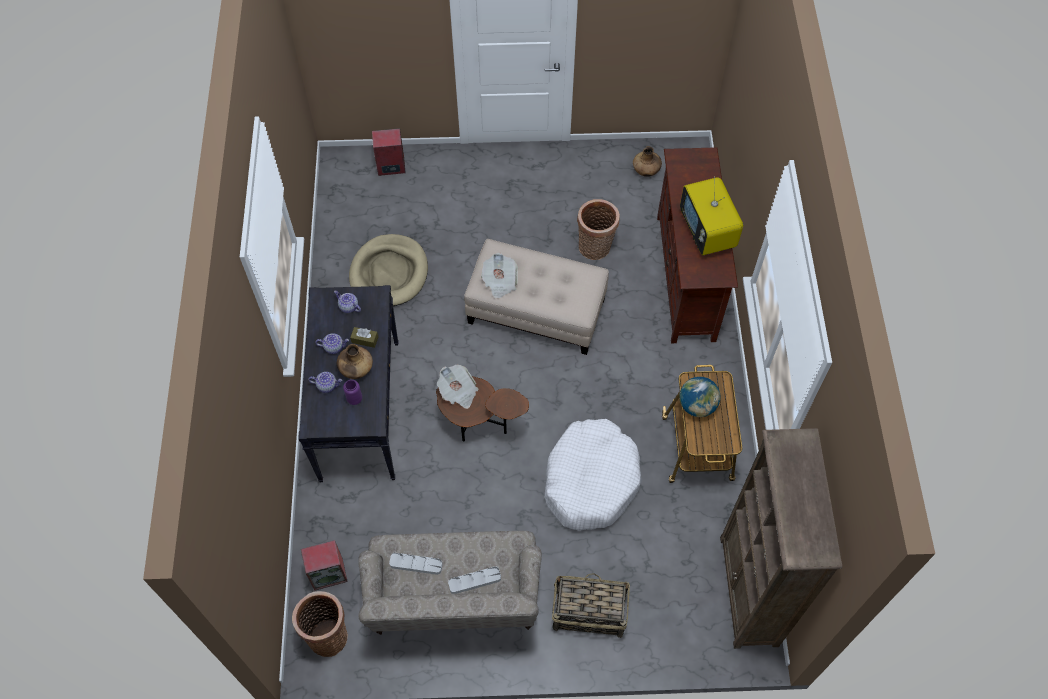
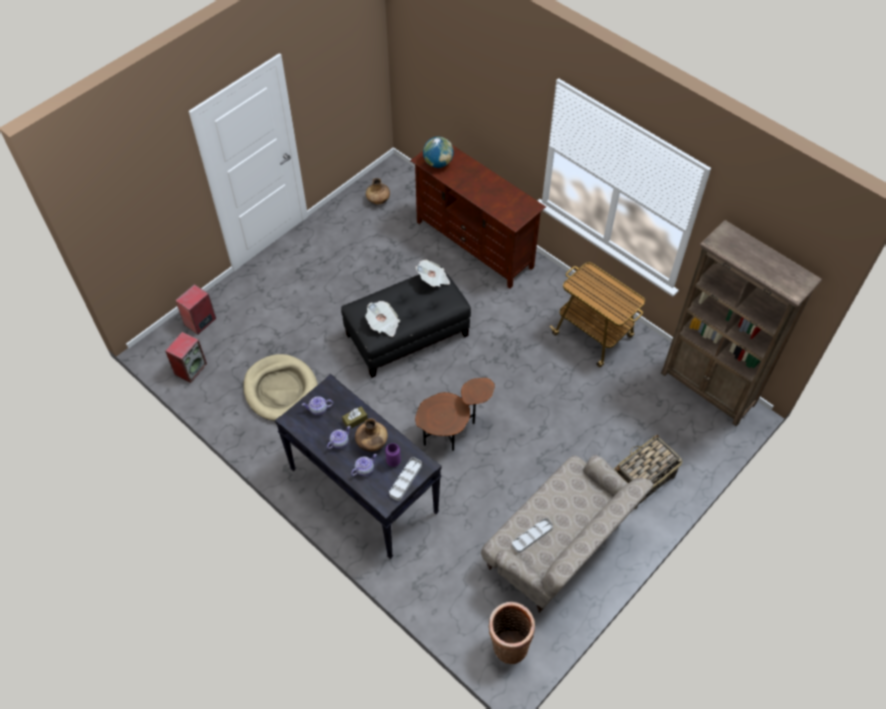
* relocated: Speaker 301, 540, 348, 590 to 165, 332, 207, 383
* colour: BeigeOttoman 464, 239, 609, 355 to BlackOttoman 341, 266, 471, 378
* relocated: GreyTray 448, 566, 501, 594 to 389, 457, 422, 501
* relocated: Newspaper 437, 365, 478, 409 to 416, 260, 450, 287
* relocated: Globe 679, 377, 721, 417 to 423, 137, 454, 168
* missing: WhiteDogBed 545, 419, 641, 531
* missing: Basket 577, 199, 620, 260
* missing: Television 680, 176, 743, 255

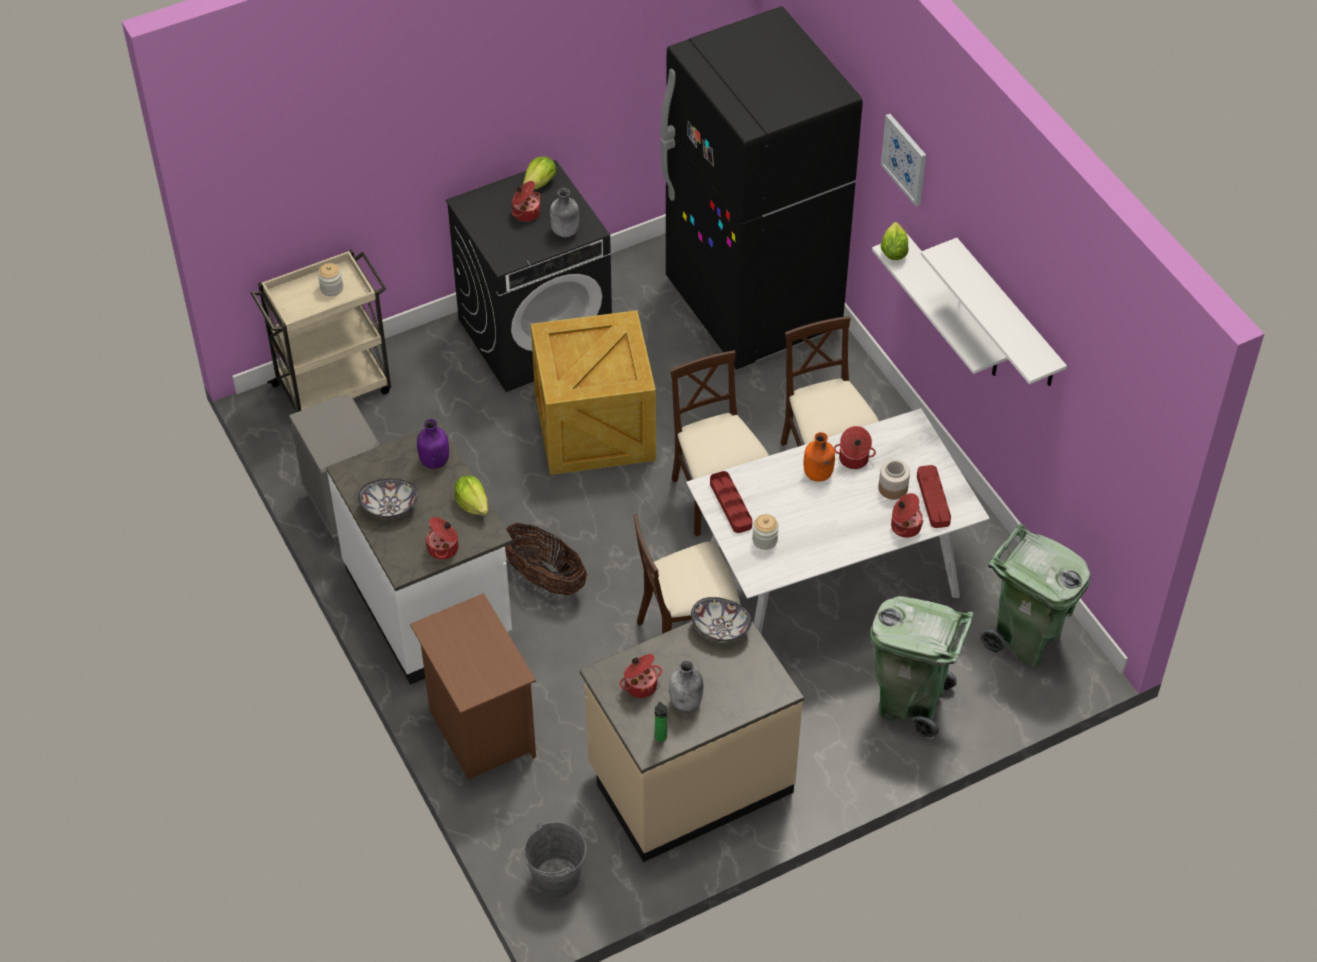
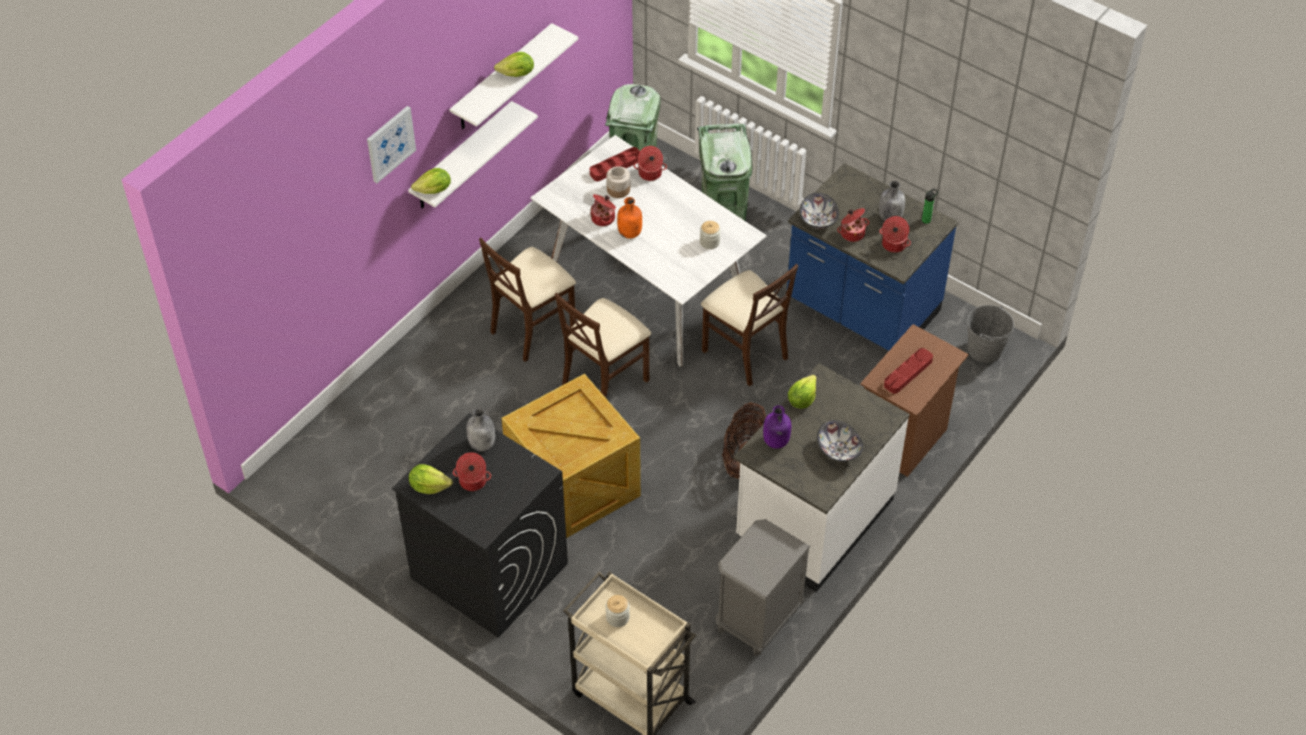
* appeared: Lettuce 494, 52, 534, 77
* colour: BeigeCounter 580, 601, 804, 862 to BlueCounter 787, 163, 958, 351
* relocated: CookingPot 425, 517, 458, 560 to 837, 208, 869, 242
* relocated: RedTray 710, 471, 752, 533 to 884, 348, 933, 394
* missing: BlackFridge 660, 6, 863, 369

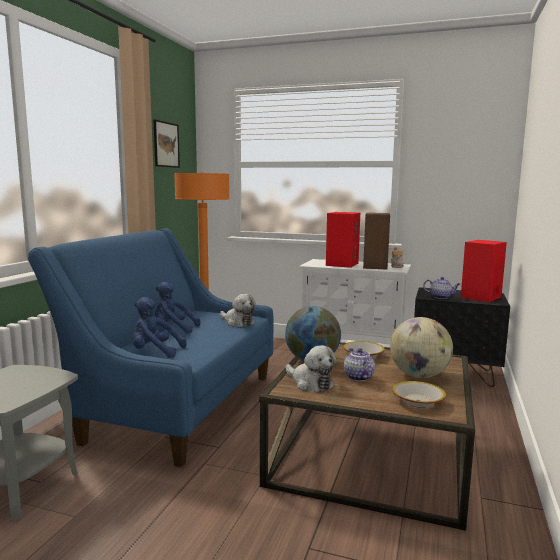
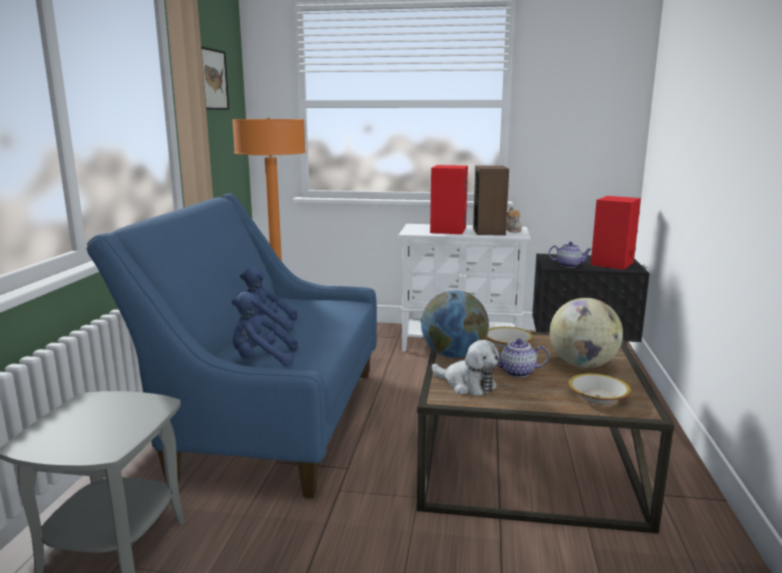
* spun: Teapot 344, 348, 375, 381 = 497, 339, 549, 377 60 degrees counterclockwise
* missing: PlushToy 220, 294, 256, 327

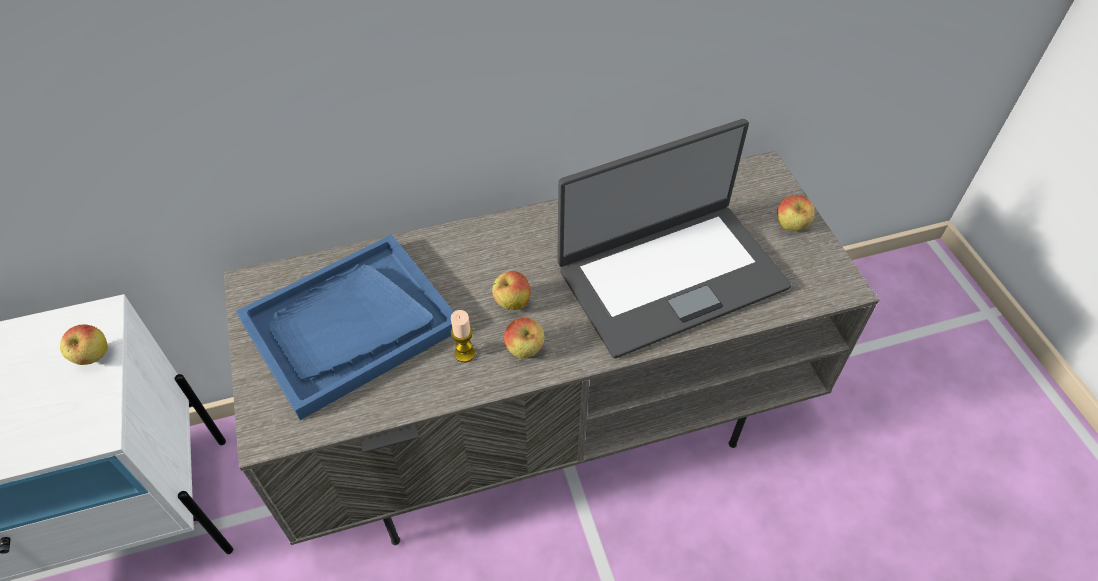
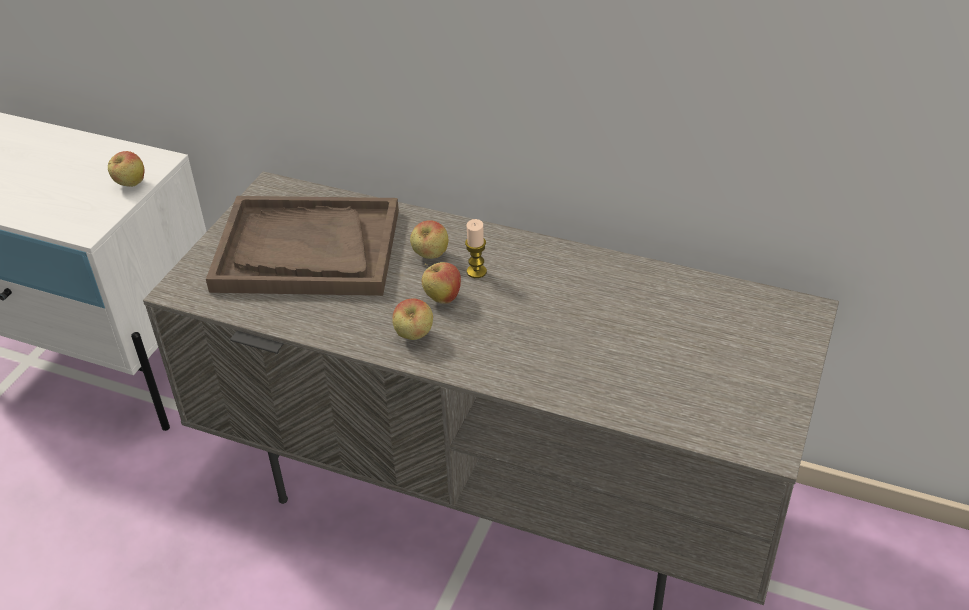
* colour: BlueTray 236, 234, 454, 420 to BrownTray 206, 196, 399, 296
* relocated: Apple 777, 195, 815, 231 to 410, 220, 449, 259
* relocated: Candle 451, 310, 475, 362 to 465, 219, 487, 278
* missing: Laptop 557, 119, 792, 359

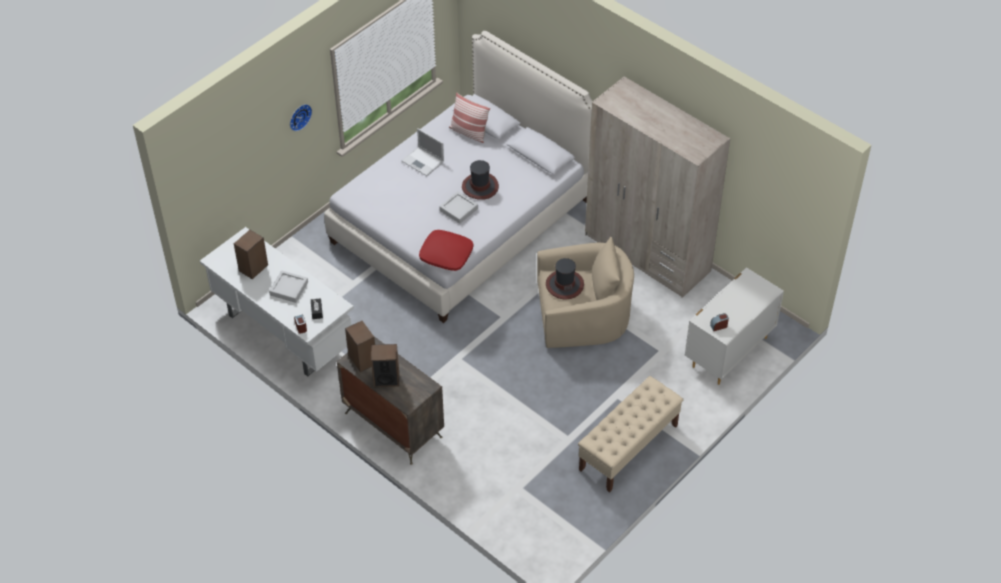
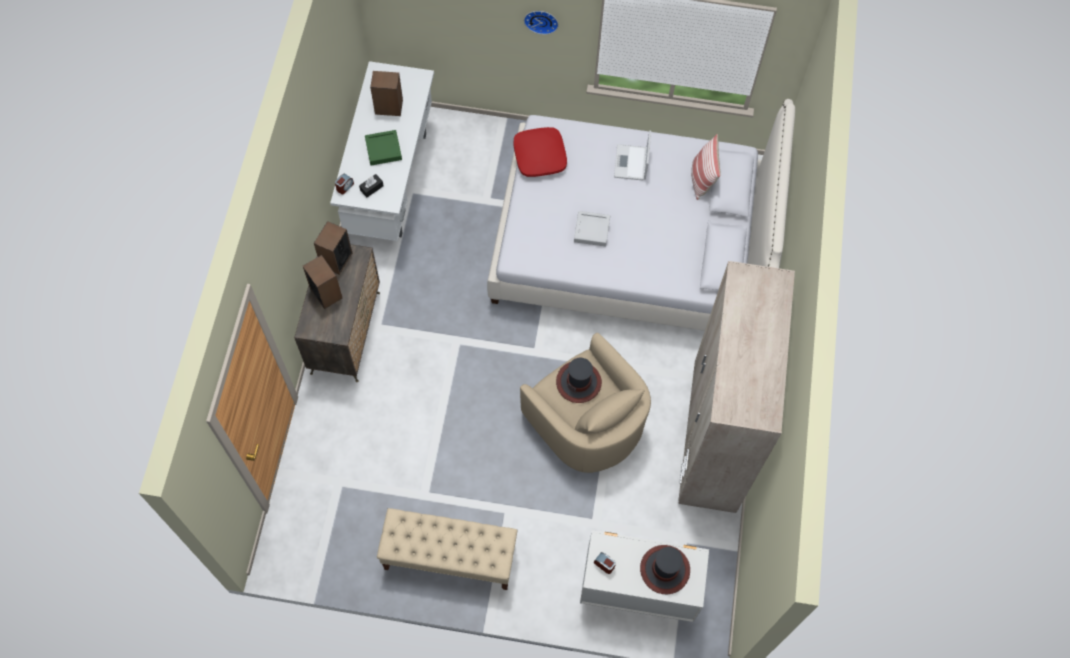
* colour: GreyTray 269, 271, 308, 303 to GreenTray 365, 130, 402, 165
* relocated: RedPillow 419, 230, 474, 271 to 513, 127, 567, 177
* relocated: Hat 462, 160, 499, 200 to 640, 545, 690, 594

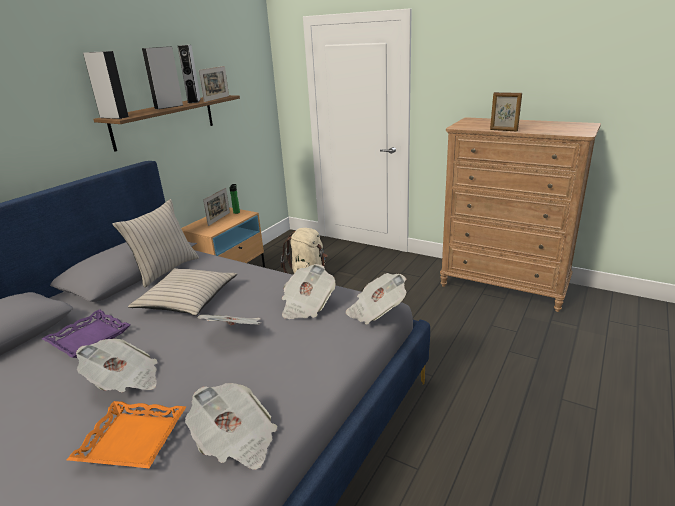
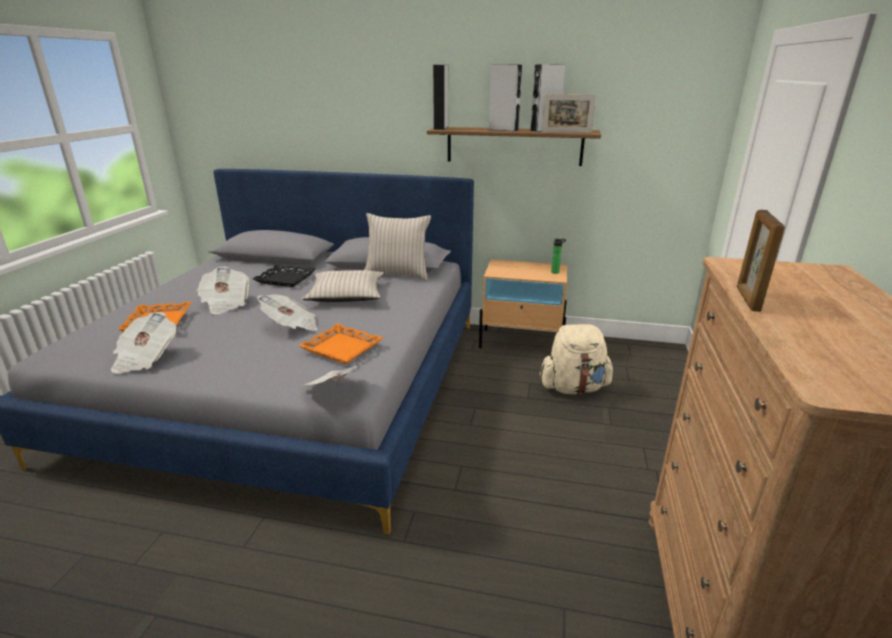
* colour: PurpleTray 42, 310, 131, 358 to BlackTray 252, 264, 316, 287
* exchanged: Newspaper 282, 264, 336, 319 to OrangeTray 298, 323, 384, 364
* missing: PictureFrame 203, 188, 230, 226

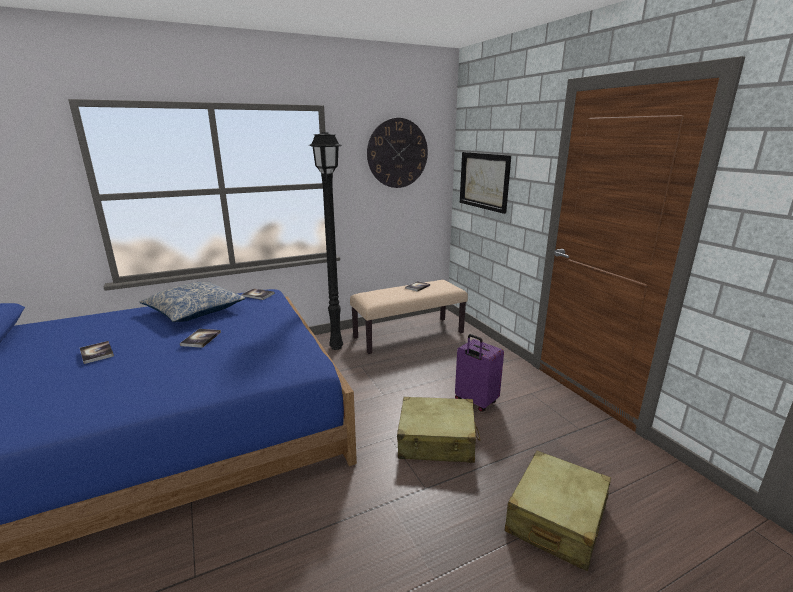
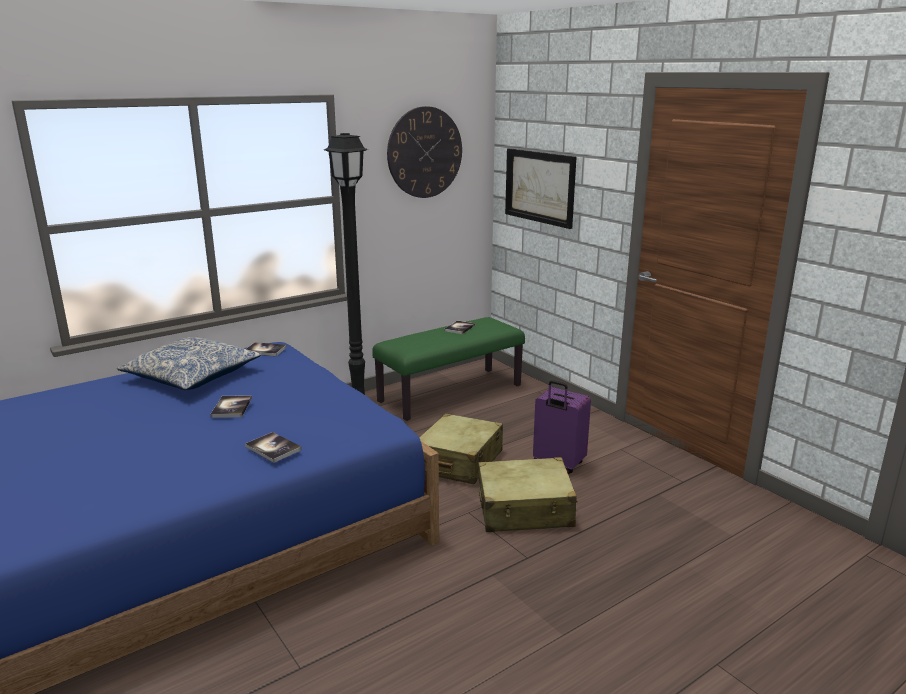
* relocated: Book 80, 341, 114, 364 to 245, 432, 301, 463
* colour: BeigeBench 350, 280, 468, 354 to GreenBench 372, 317, 525, 421
* relocated: BeigeSuitcase 505, 451, 611, 571 to 419, 413, 503, 484

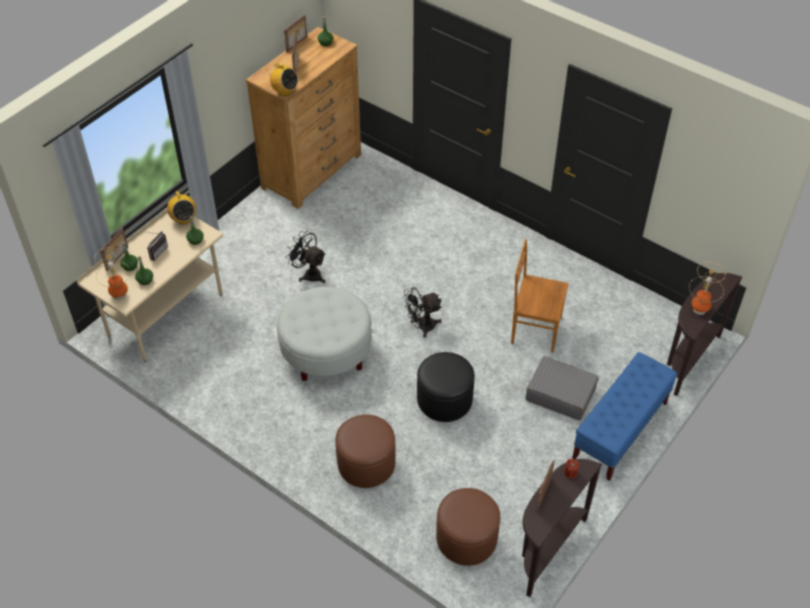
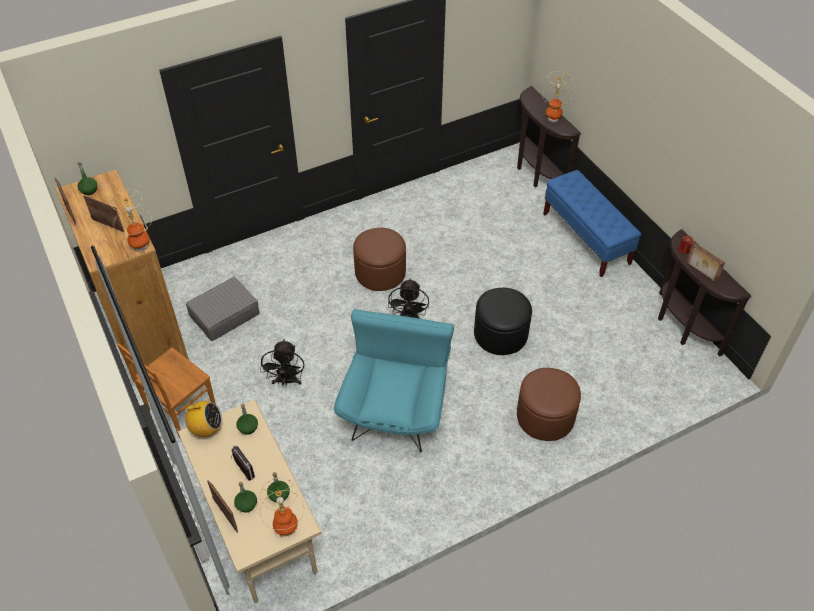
* exchanged: Radio 267, 63, 298, 96 to TableLamp 110, 190, 152, 251
* relocated: BrownChair 511, 239, 569, 353 to 117, 343, 216, 438
* relocated: GreySuitcase 525, 356, 599, 421 to 186, 277, 259, 341
* spun: BlackFan 285, 231, 326, 283 = 260, 339, 304, 386 60 degrees counterclockwise
* exchanged: WhiteOttoman 277, 287, 372, 381 to TurquoiseArmchair 334, 309, 454, 452
* relocated: BrownOttoman 436, 488, 500, 566 to 353, 228, 406, 291

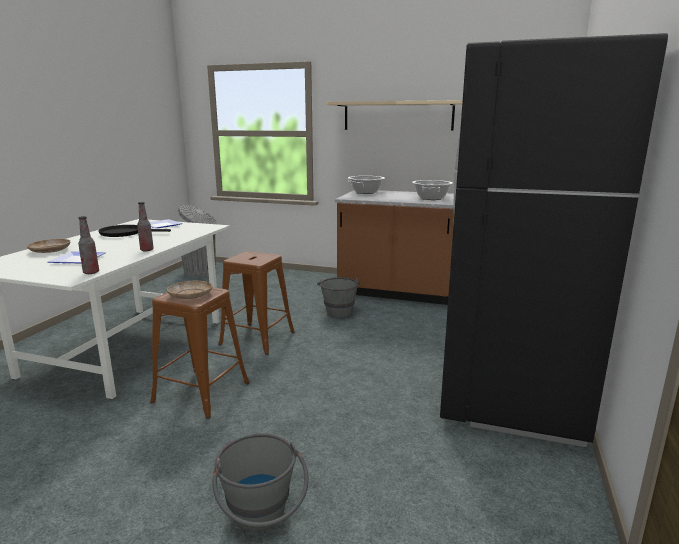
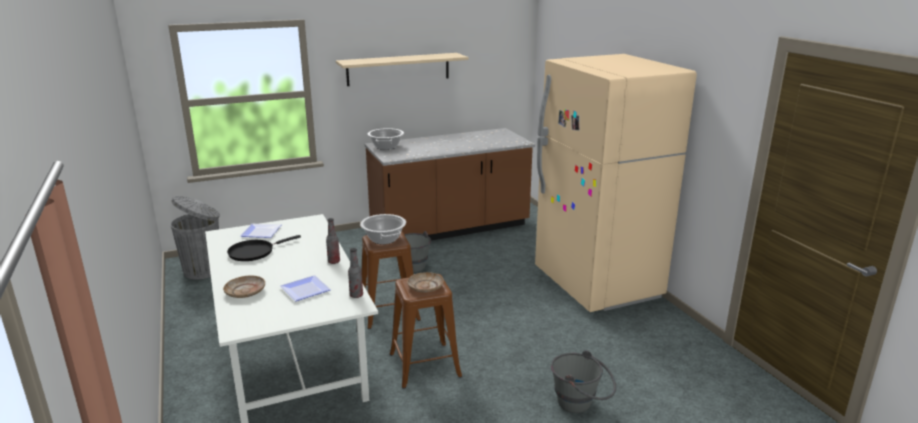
* relocated: CookingPot 412, 180, 453, 200 to 360, 214, 406, 244
* colour: BlackFridge 440, 33, 668, 447 to BeigeFridge 535, 54, 697, 312

